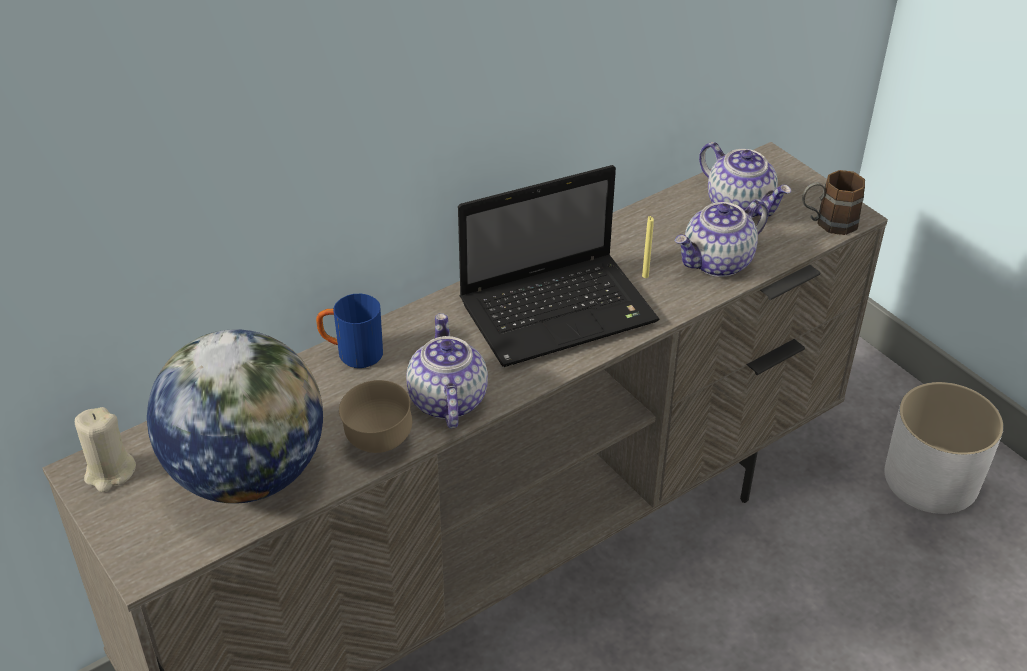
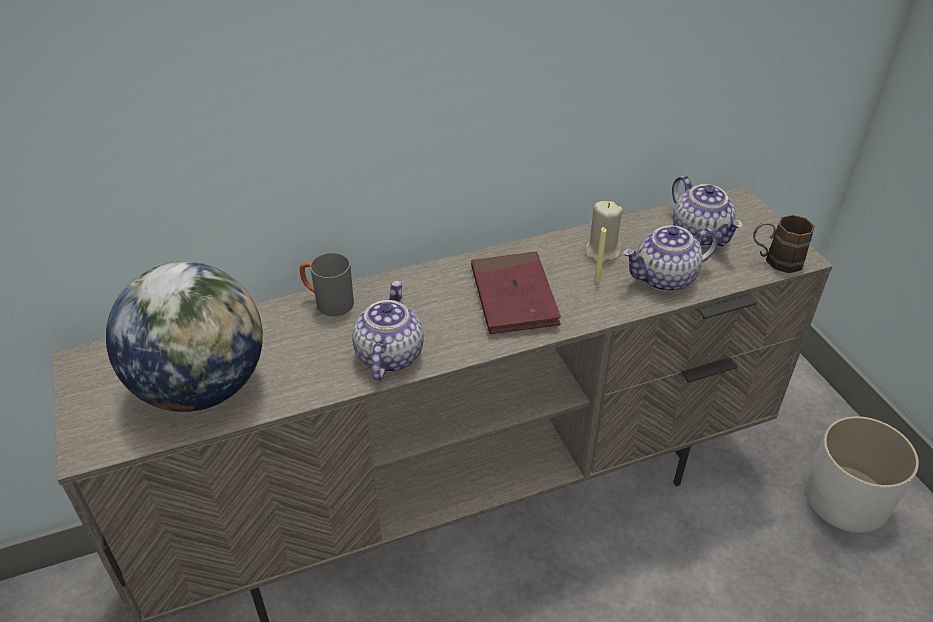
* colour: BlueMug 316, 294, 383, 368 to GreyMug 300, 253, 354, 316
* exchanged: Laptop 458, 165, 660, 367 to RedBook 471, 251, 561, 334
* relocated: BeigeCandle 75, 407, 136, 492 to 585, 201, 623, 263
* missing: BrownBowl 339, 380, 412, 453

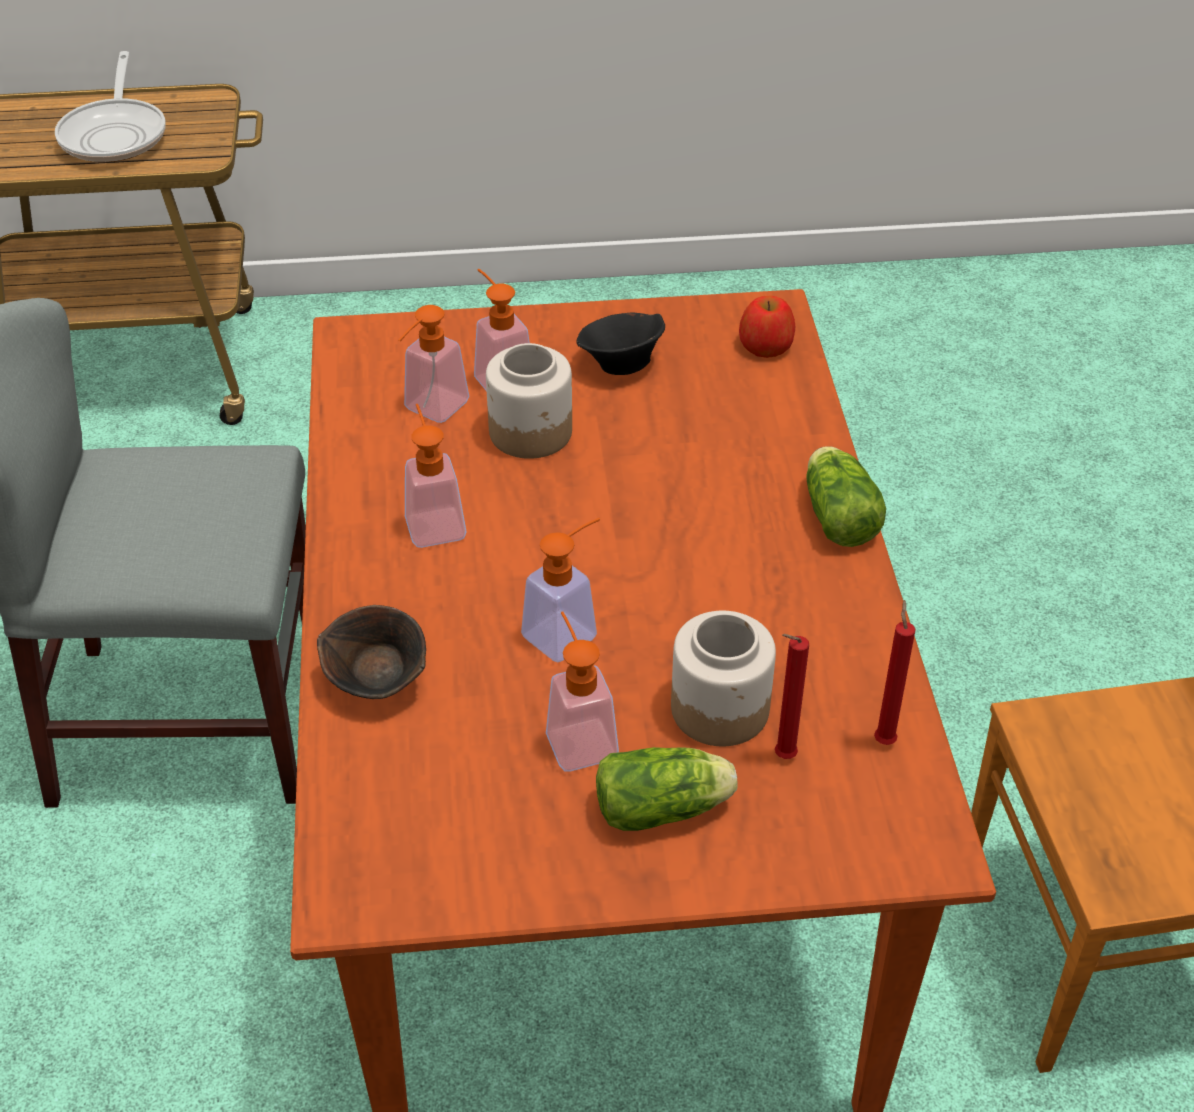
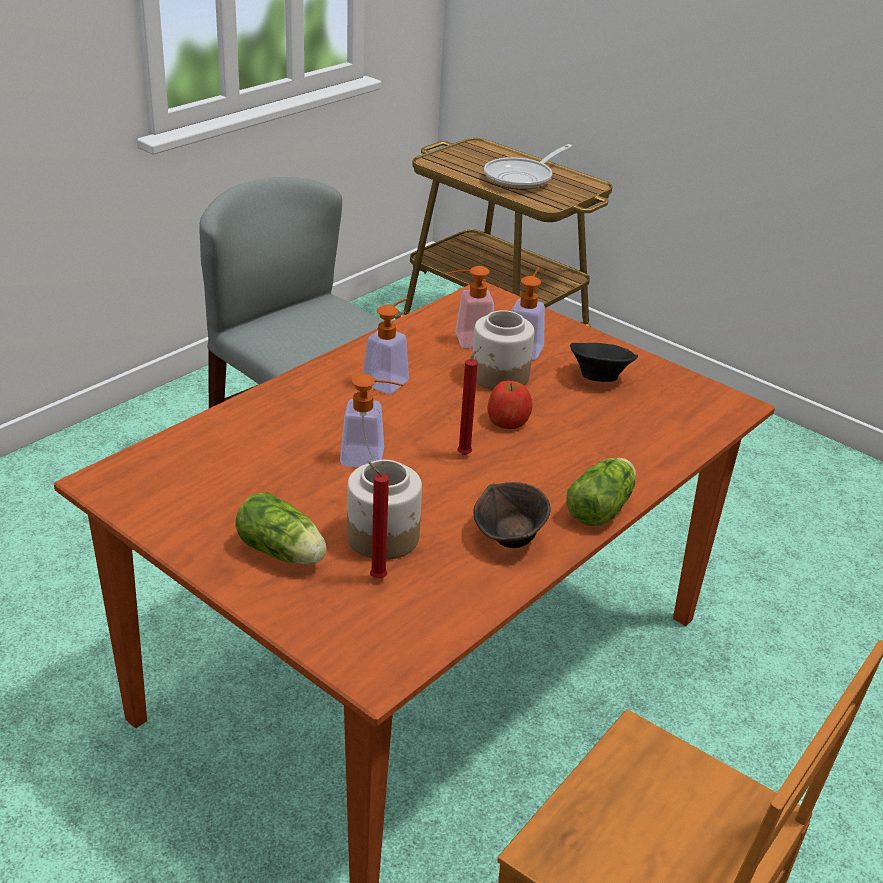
* relocated: RedCandle 874, 600, 916, 745 to 457, 347, 481, 455
* relocated: BrownBowl 317, 605, 426, 699 to 473, 482, 551, 548
* relocated: Apple 739, 296, 795, 358 to 487, 380, 533, 429
* missing: SoapDispenser 546, 611, 619, 772

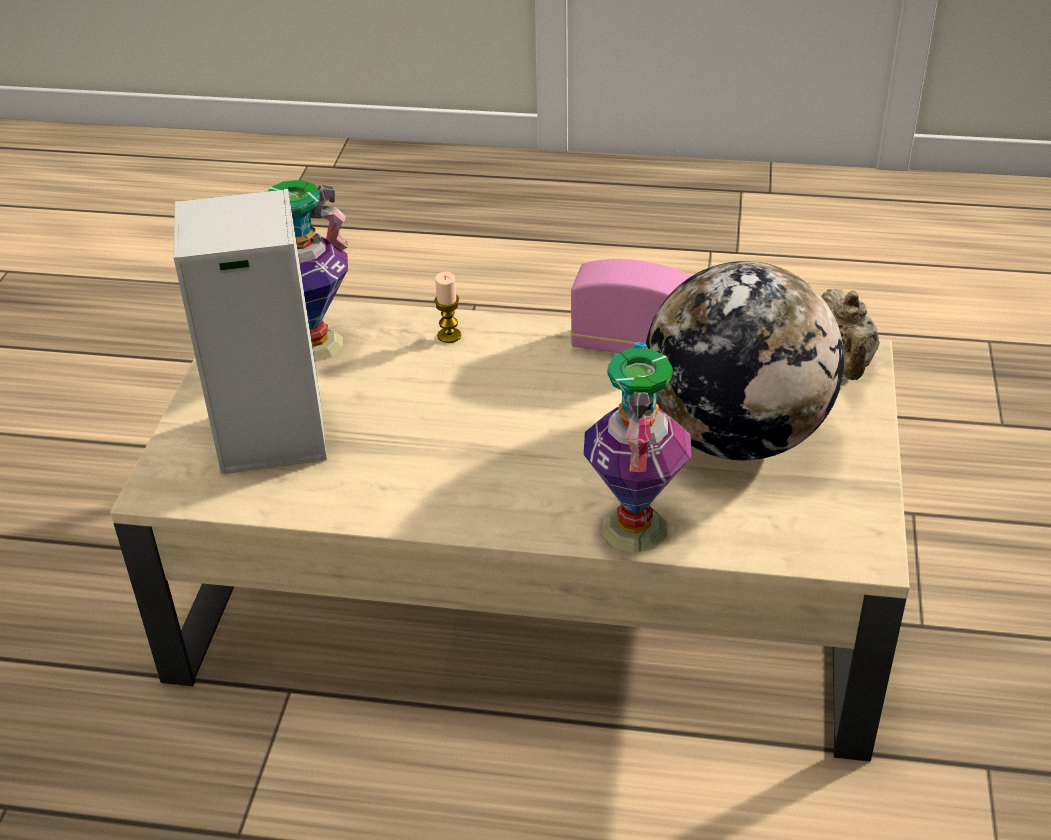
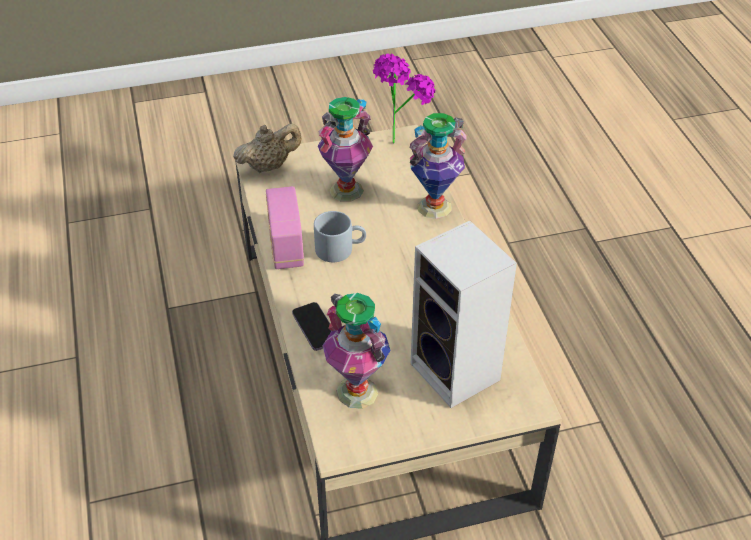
* exchanged: Candle 434, 272, 461, 343 to Phone 292, 302, 331, 351
* appeared: GreyMug 314, 211, 366, 262
* exchanged: Globe 646, 261, 844, 460 to Vase 318, 97, 373, 201
* appeared: PottedPlant 373, 54, 435, 143

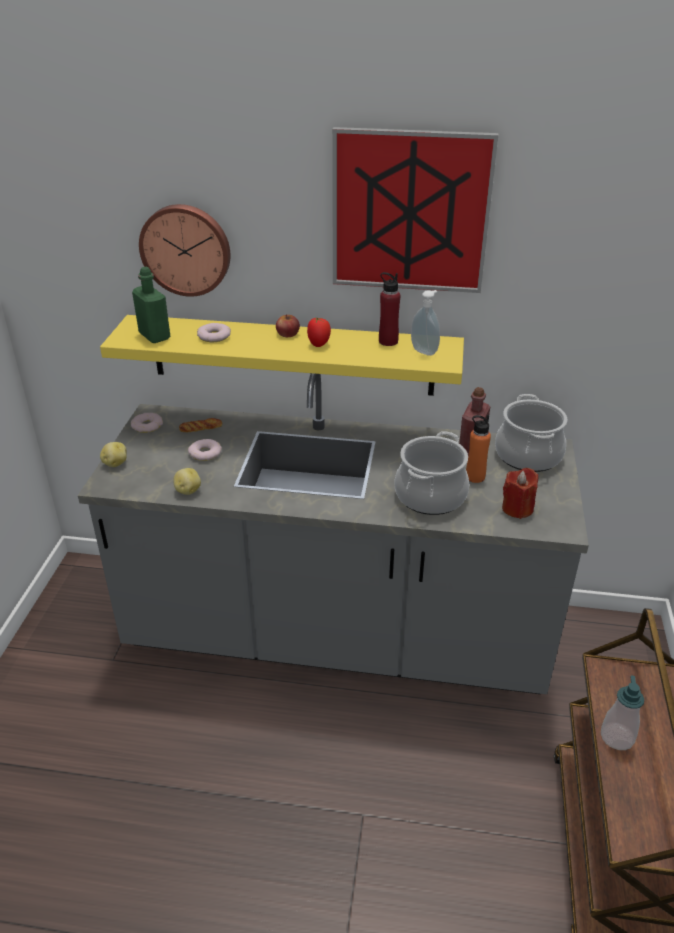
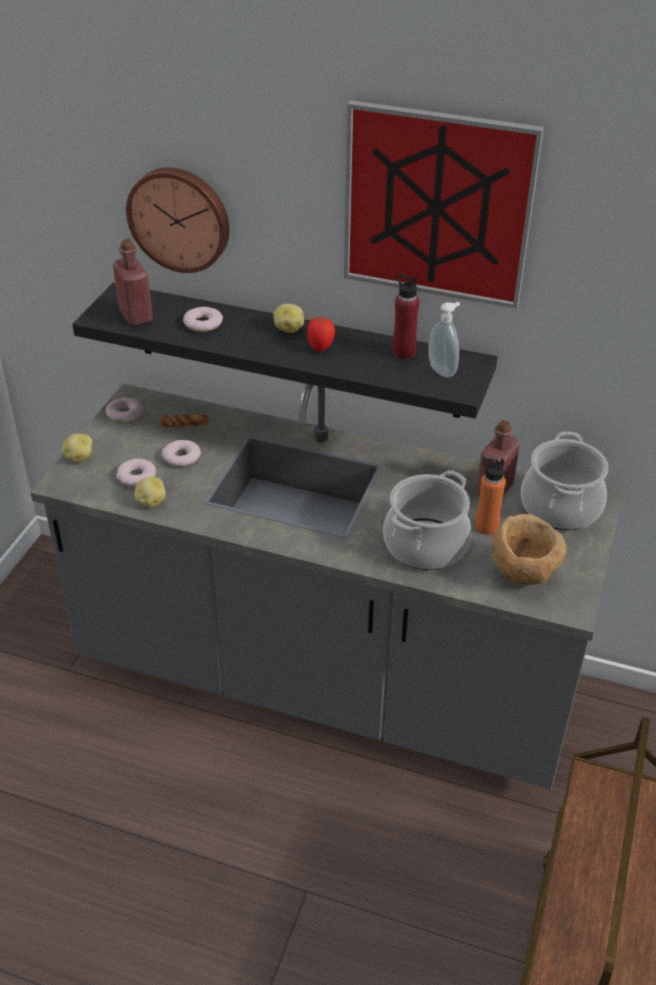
* colour: YellowShelf 100, 315, 464, 396 to BlackShelf 72, 283, 498, 419
* colour: GreenBottle 132, 267, 170, 343 to RedBottle 113, 239, 153, 326
* appeared: Donut 116, 458, 156, 487
* exchanged: Apple 276, 314, 300, 337 to Potato 273, 304, 304, 333
* exchanged: RedCandle 502, 468, 538, 519 to BrownBowl 493, 514, 567, 585
* missing: SoapDispenser 601, 676, 644, 750

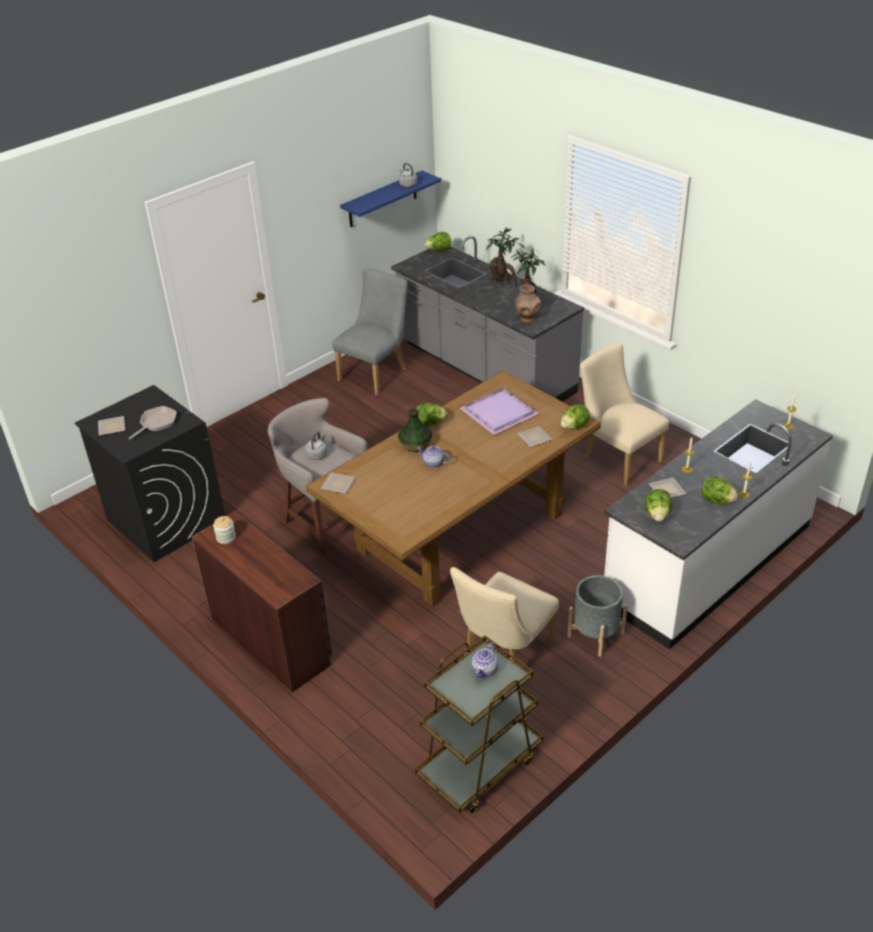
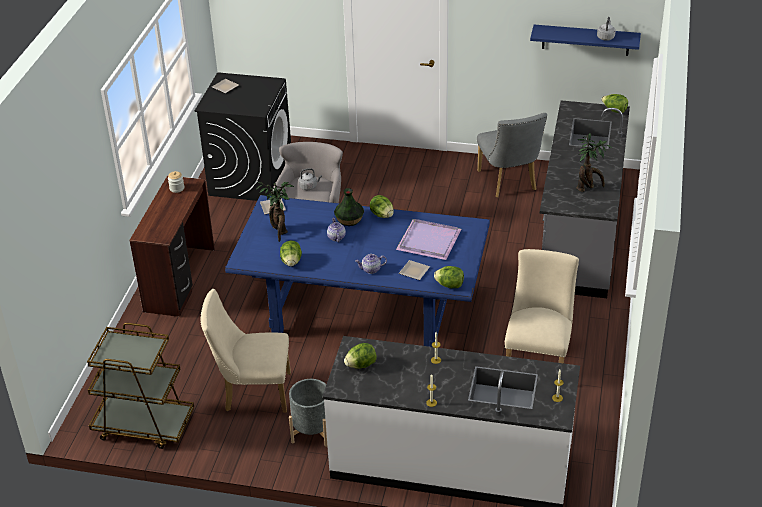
* colour: BrownDiningTable 306, 370, 601, 607 to BlueDiningTable 225, 195, 490, 347
* relocated: PottedPlant 486, 227, 525, 287 to 256, 181, 294, 242
* relocated: Lettuce 702, 476, 738, 504 to 280, 241, 302, 266
* relocated: Teapot 472, 642, 499, 678 to 355, 254, 387, 274
* spun: GreyChair 332, 269, 408, 395 = 477, 113, 547, 198 75 degrees clockwise
* missing: FryingPan 129, 406, 177, 439
* missing: BrownVase 515, 285, 541, 323
* missing: Plate 649, 477, 687, 498

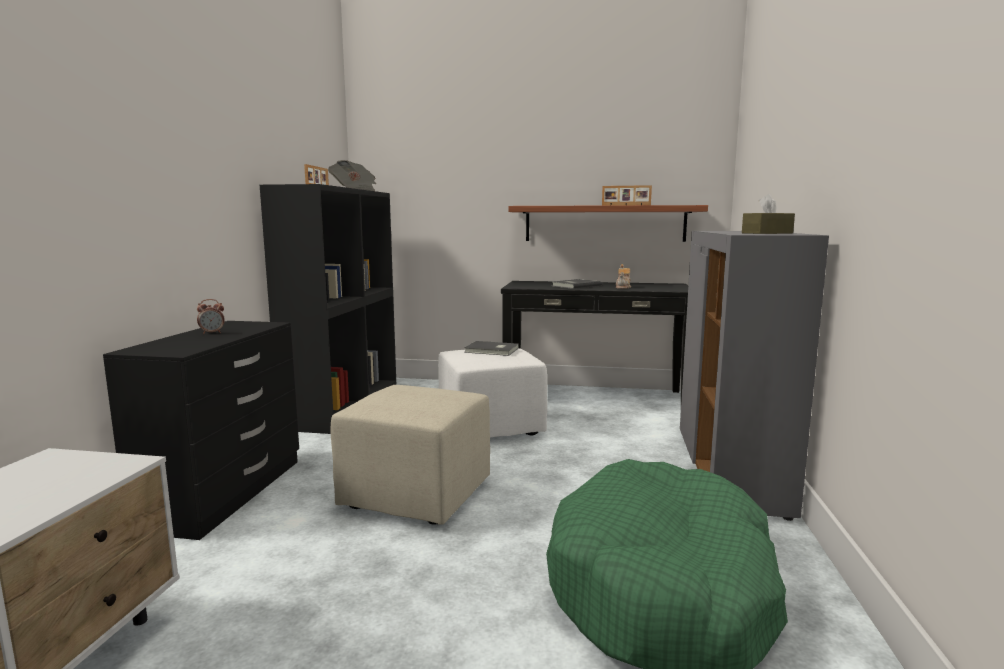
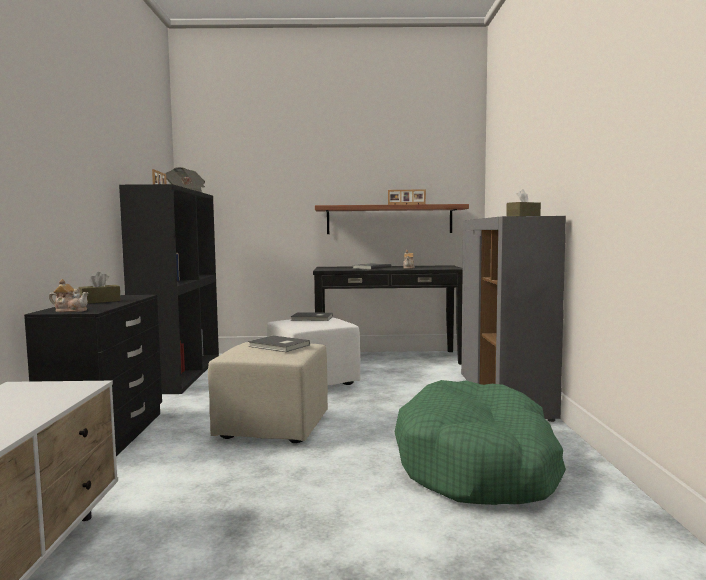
* appeared: Teapot 49, 279, 88, 312
* exchanged: AlarmClock 197, 299, 225, 334 to BrownTissueBox 78, 272, 121, 304
* appeared: GreyBook 248, 335, 310, 352

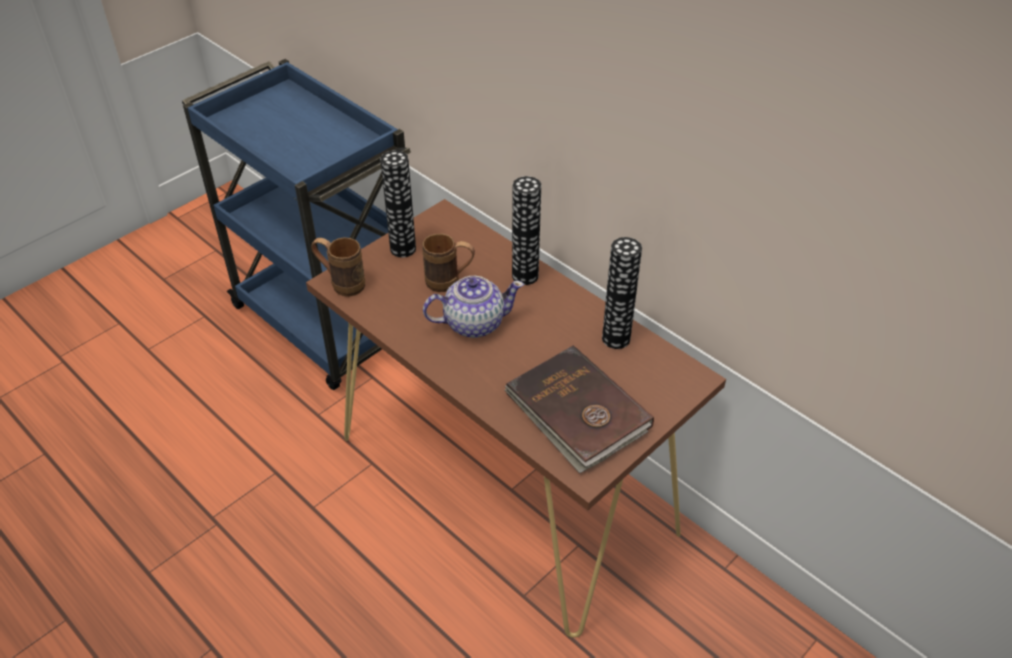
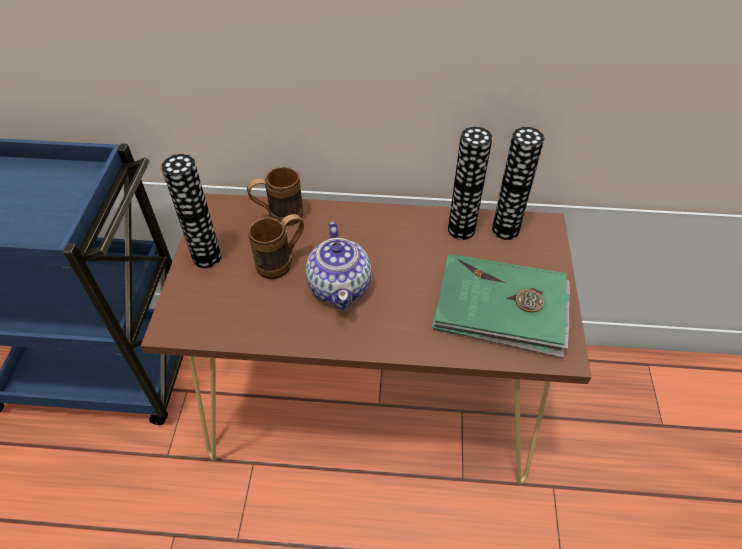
* relocated: BrownMug 311, 237, 365, 297 to 247, 167, 303, 226
* spun: Teapot 423, 276, 524, 338 = 305, 222, 372, 310 135 degrees clockwise
* colour: BrownBook 505, 345, 654, 473 to GreenBook 432, 254, 570, 358
* relocated: Vase 512, 176, 541, 285 to 492, 127, 544, 240

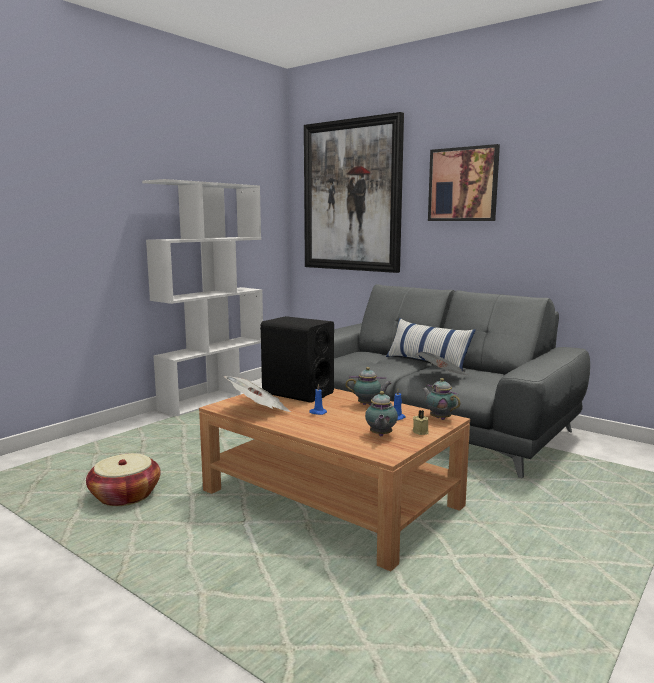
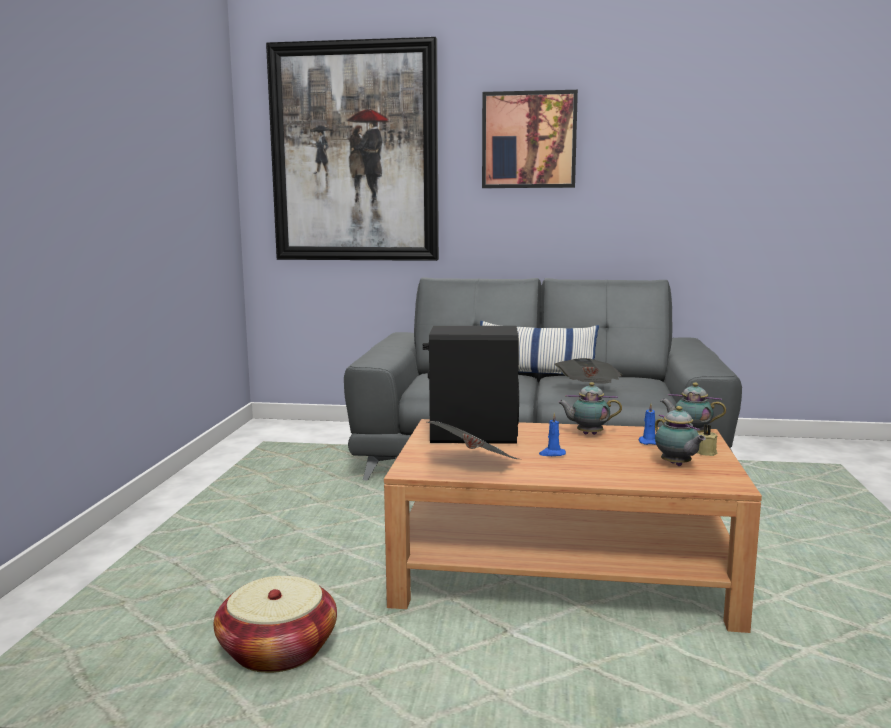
* spun: Teapot 345, 367, 392, 405 = 557, 382, 622, 435 150 degrees counterclockwise
* missing: WhiteBookcase 142, 179, 263, 416

